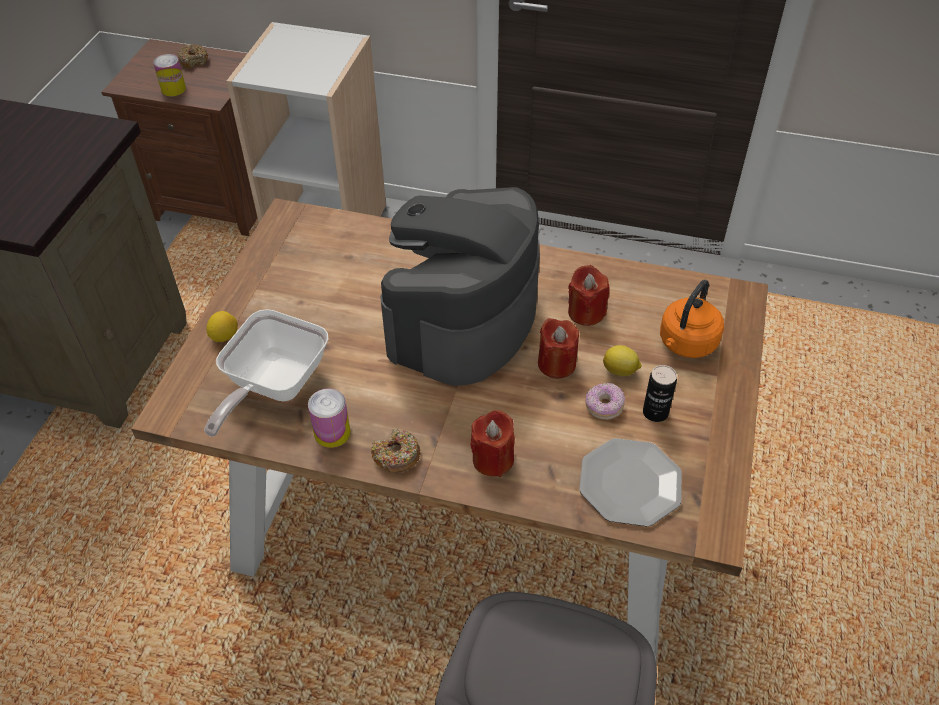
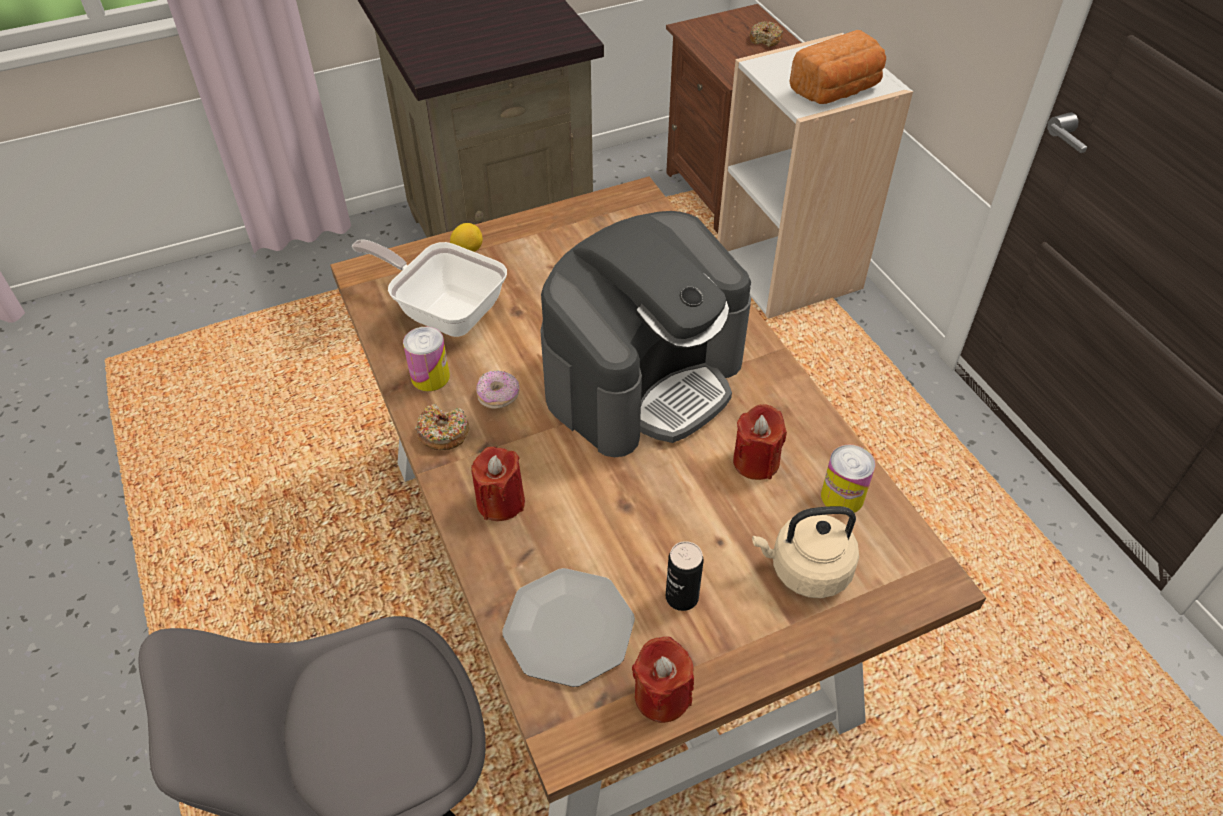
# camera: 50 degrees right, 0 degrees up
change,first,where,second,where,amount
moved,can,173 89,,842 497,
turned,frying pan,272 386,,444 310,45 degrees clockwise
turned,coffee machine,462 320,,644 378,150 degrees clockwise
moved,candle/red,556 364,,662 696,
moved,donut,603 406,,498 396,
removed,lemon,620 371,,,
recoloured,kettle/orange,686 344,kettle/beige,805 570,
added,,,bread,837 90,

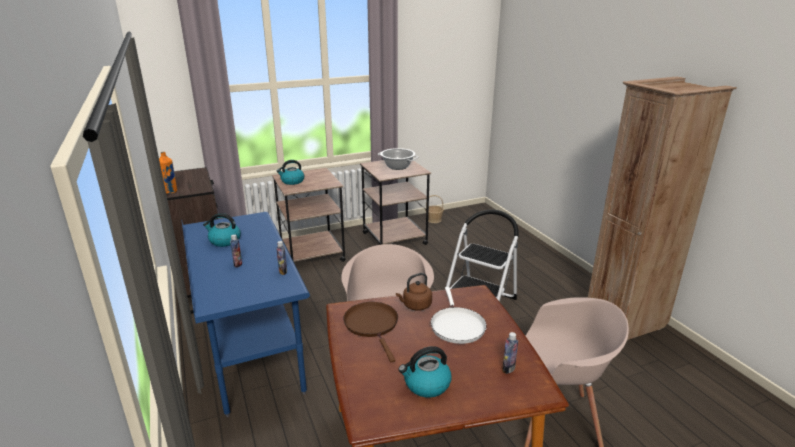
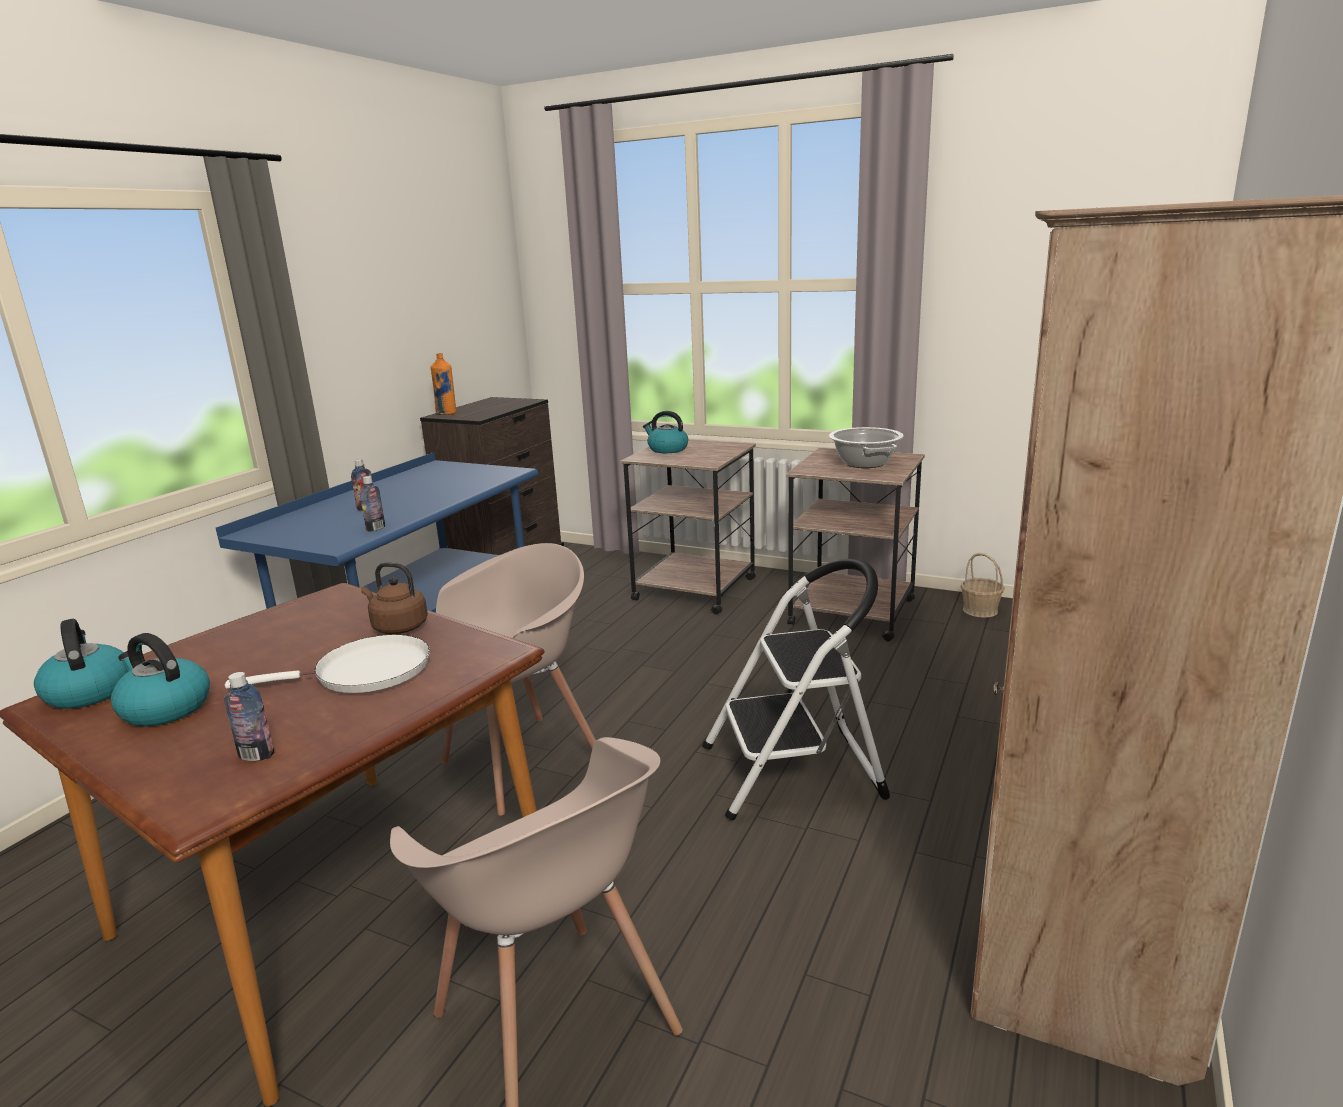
# camera: 50 degrees right, 5 degrees down
change,first,where,second,where,amount
moved,kettle,224 241,,89 692,
removed,frying pan/brown,372 325,,,
turned,frying pan/white,456 326,,365 672,150 degrees counterclockwise

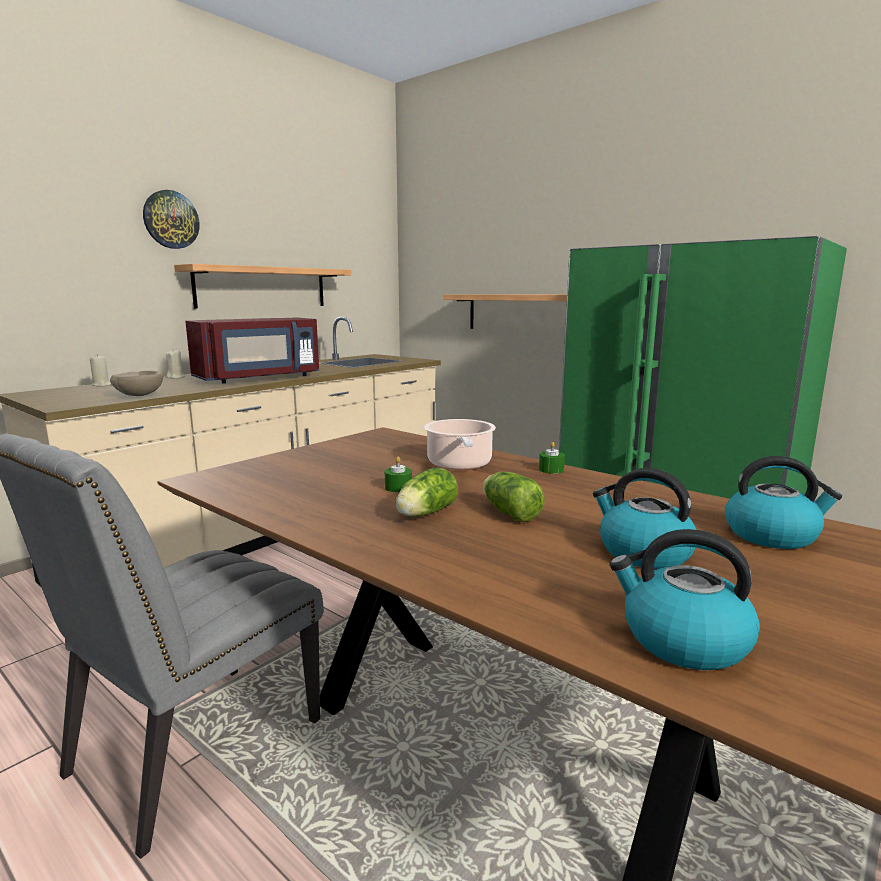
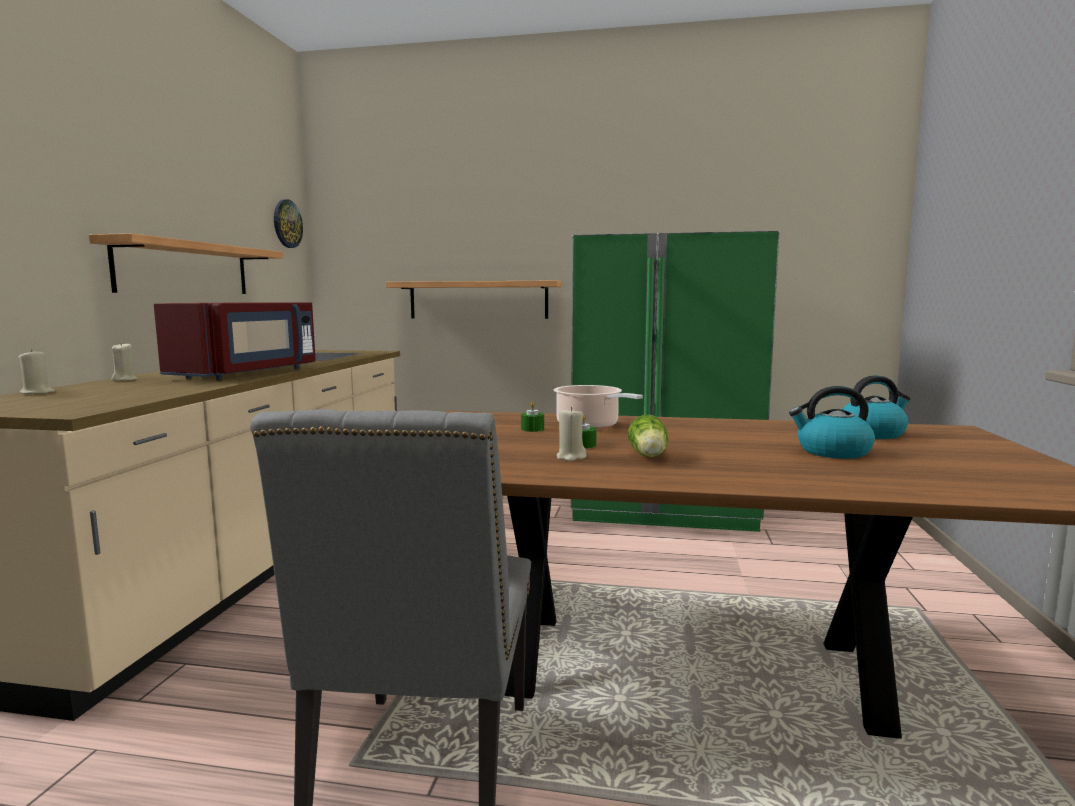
# camera: 30 degrees left, 5 degrees down
change,first,where,second,where,amount
removed,bowl/beige,139 395,,,
moved,wall clock,171 219,,287 224,
removed,lettuce,509 512,,,
moved,candle/green,551 470,,532 429,
removed,kettle,682 640,,,
added,,,candle/beige,571 457,

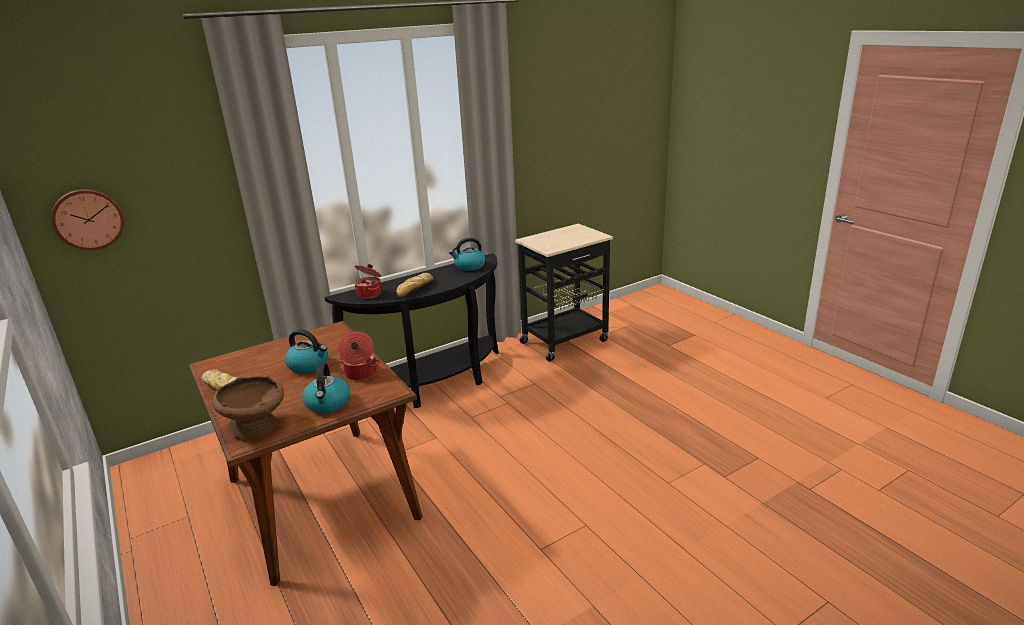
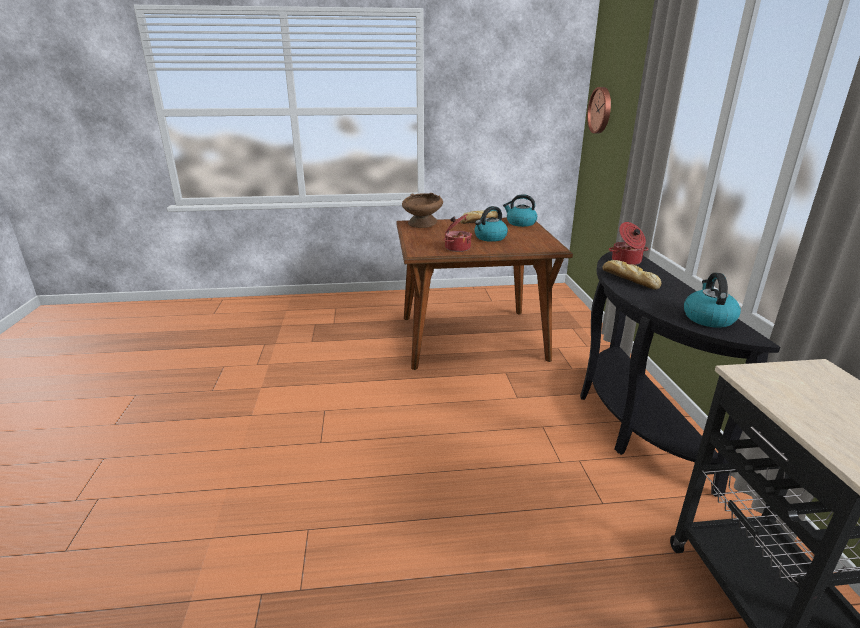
# camera: 115 degrees right, 0 degrees up
change,first,where,second,where,amount
moved,kettle,328 404,,520 223,

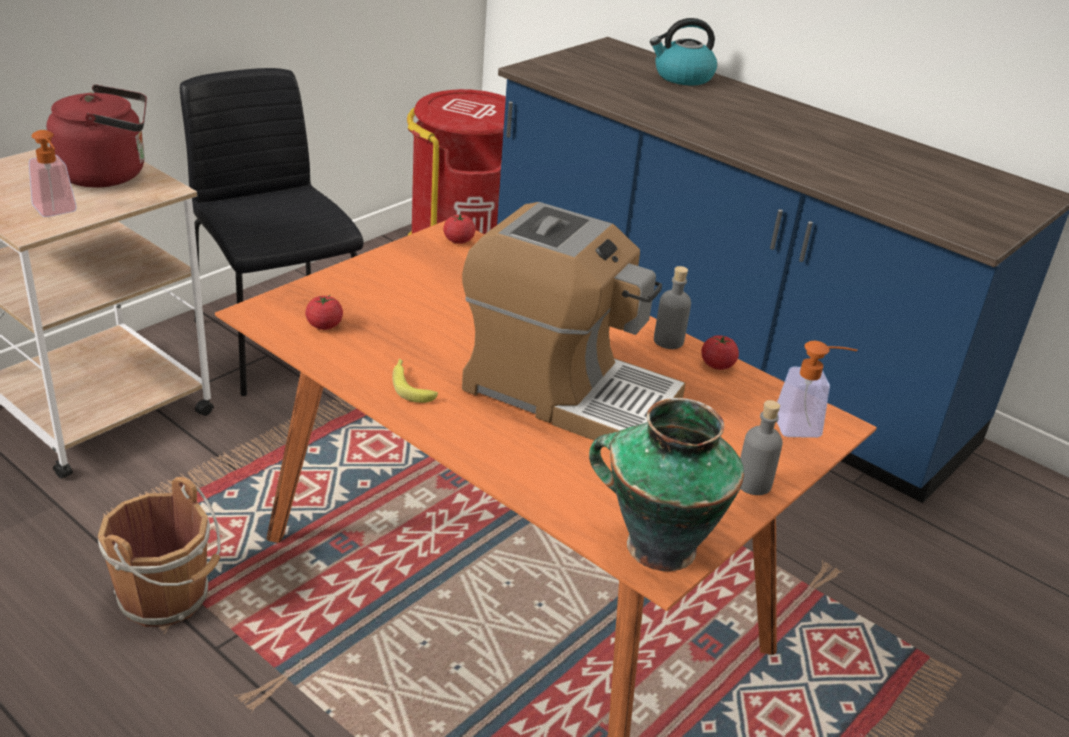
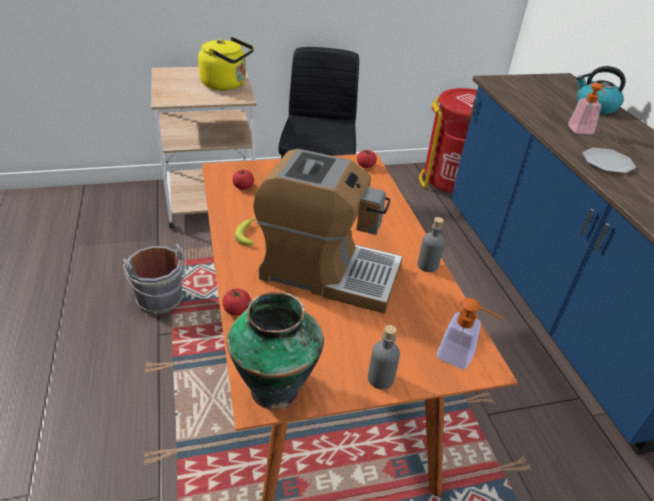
# camera: 35 degrees right, 5 degrees up
change,first,where,second,where,amount
moved,soap dispenser,57 212,,582 132,
recoloured,kettle/red,108 174,kettle/yellow,226 85,
recoloured,bucket/brown,167 597,bucket/grey,161 301,
turned,coffee machine,567 394,,327 272,45 degrees counterclockwise
moved,tomato,717 365,,237 310,
added,,,plate,606 162,

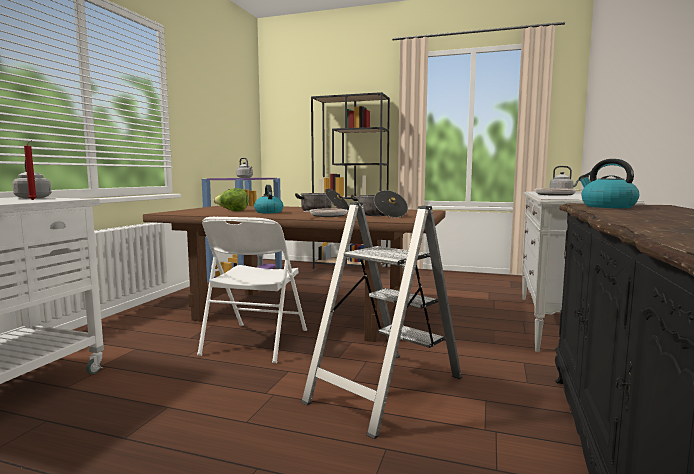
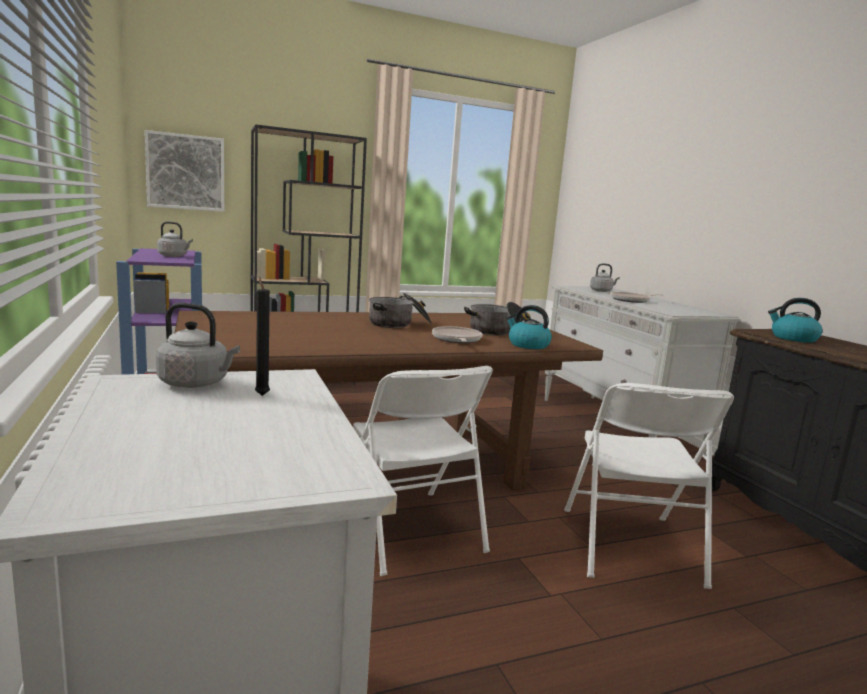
# camera: 40 degrees left, 5 degrees up
change,first,where,second,where,amount
recoloured,candle/red,34 200,candle/black,261 395,
removed,lettuce,232 211,,,
moved,kettle,268 212,,527 345,
replaced,step ladder/grey,384 389,chair/white,629 545,
added,,,picture,186 172,

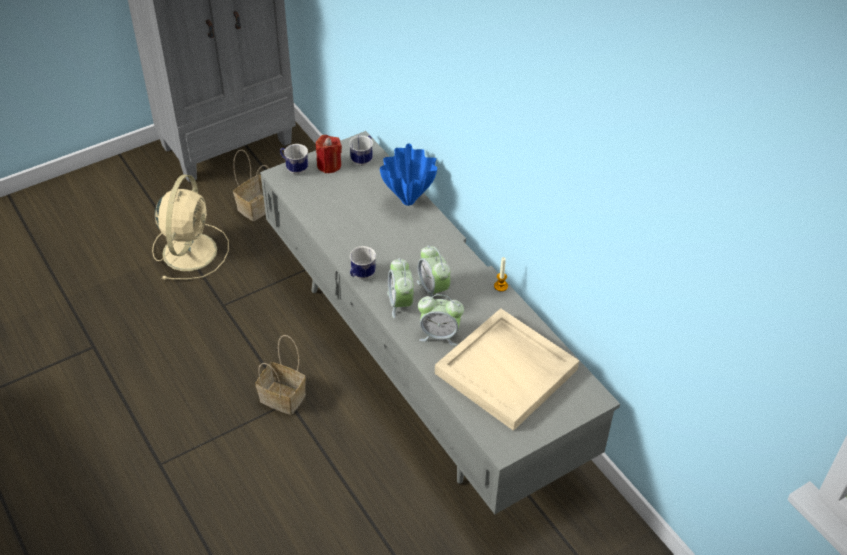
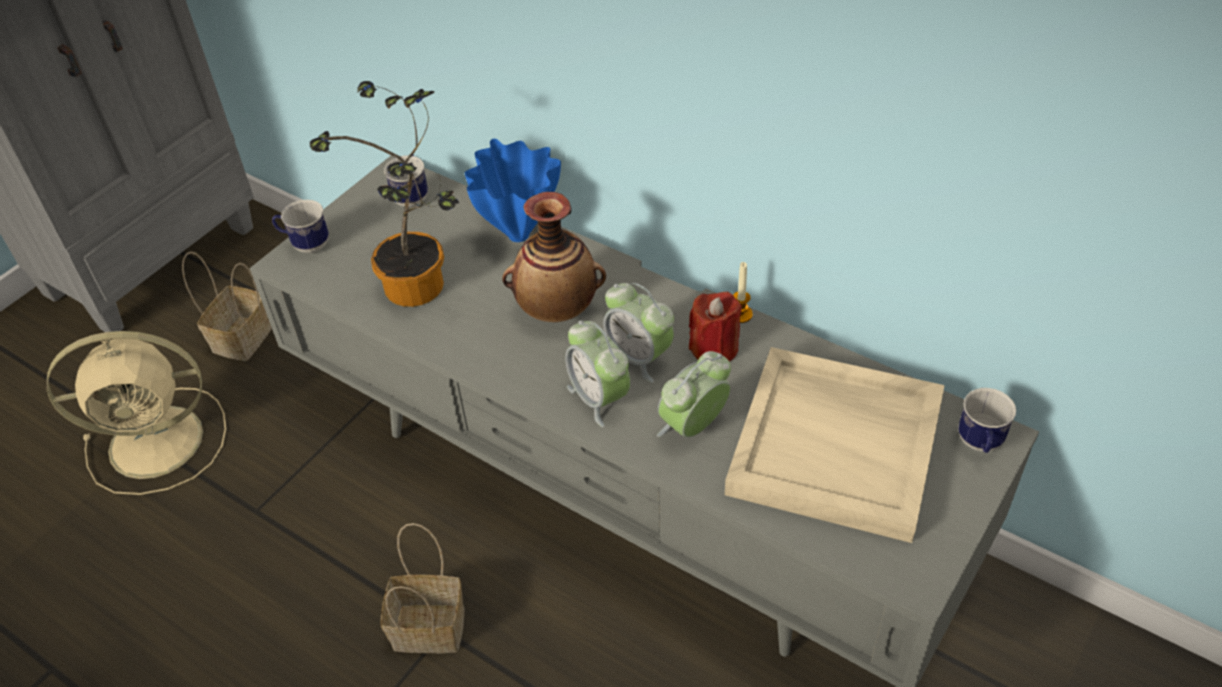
# camera: 20 degrees left, 0 degrees up
change,first,where,second,where,amount
turned,fan/beige,190 250,,161 441,90 degrees clockwise
moved,candle/red,329 165,,714 348,
moved,mug,361 276,,979 445,
turned,alarm clock,439 335,,693 427,150 degrees clockwise
added,,,potted plant,420 291,
added,,,vase,557 309,

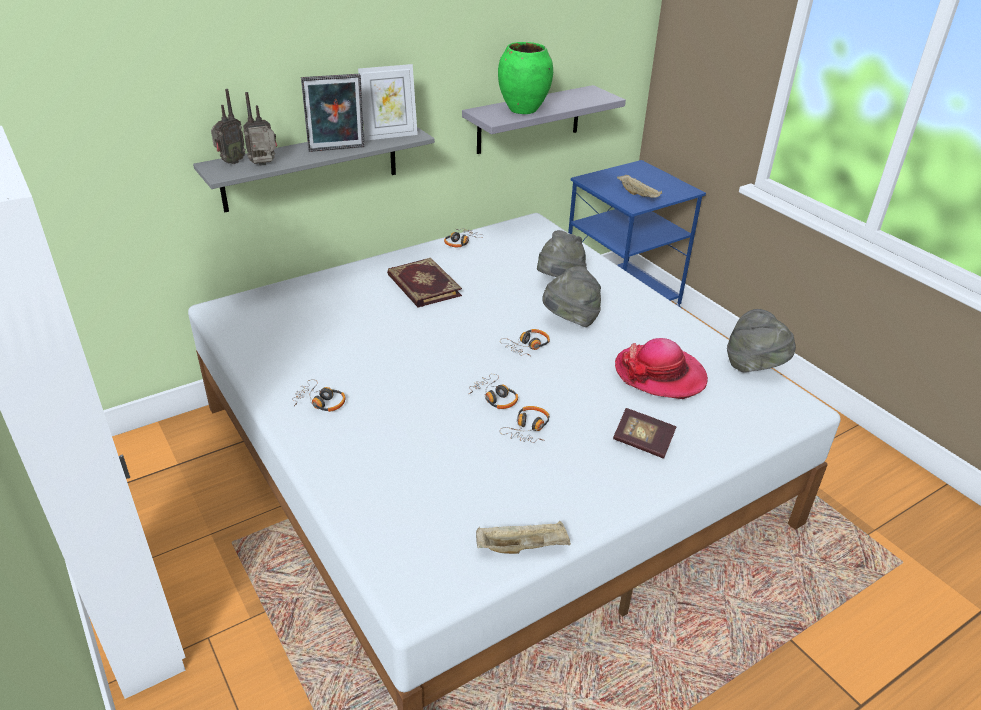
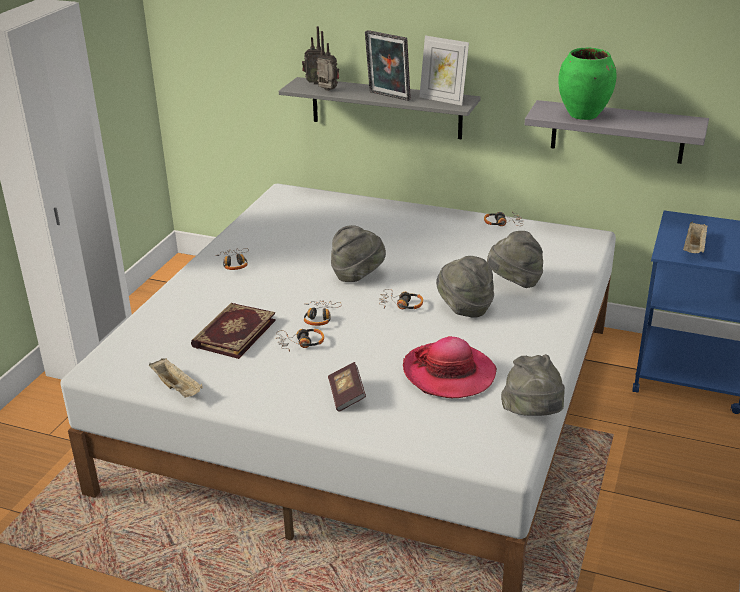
# camera: 55 degrees right, 5 degrees down
change,first,where,second,where,amount
moved,book,423 286,,233 333,
added,,,hat/grey,357 275,

